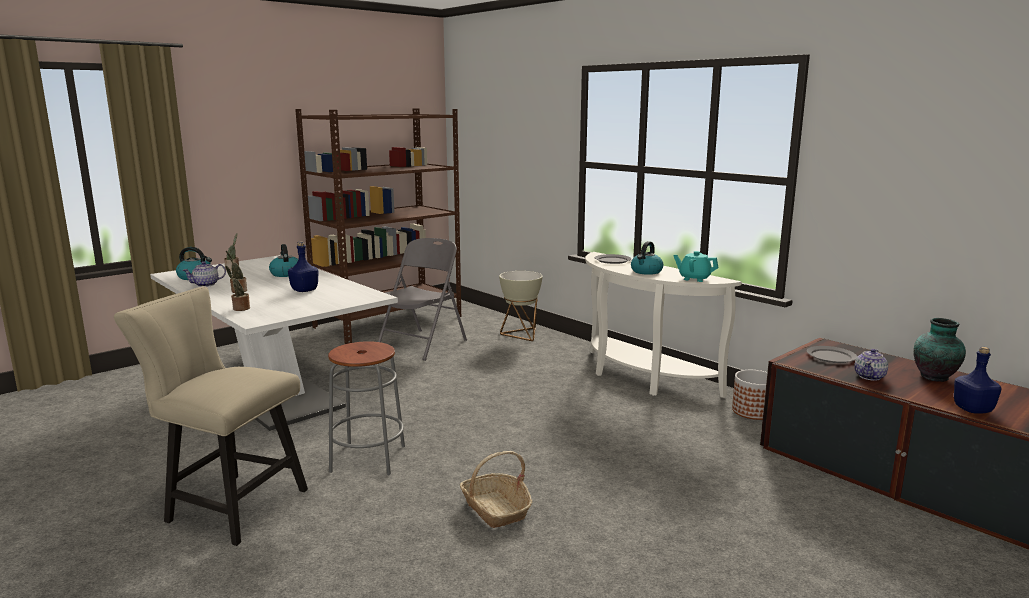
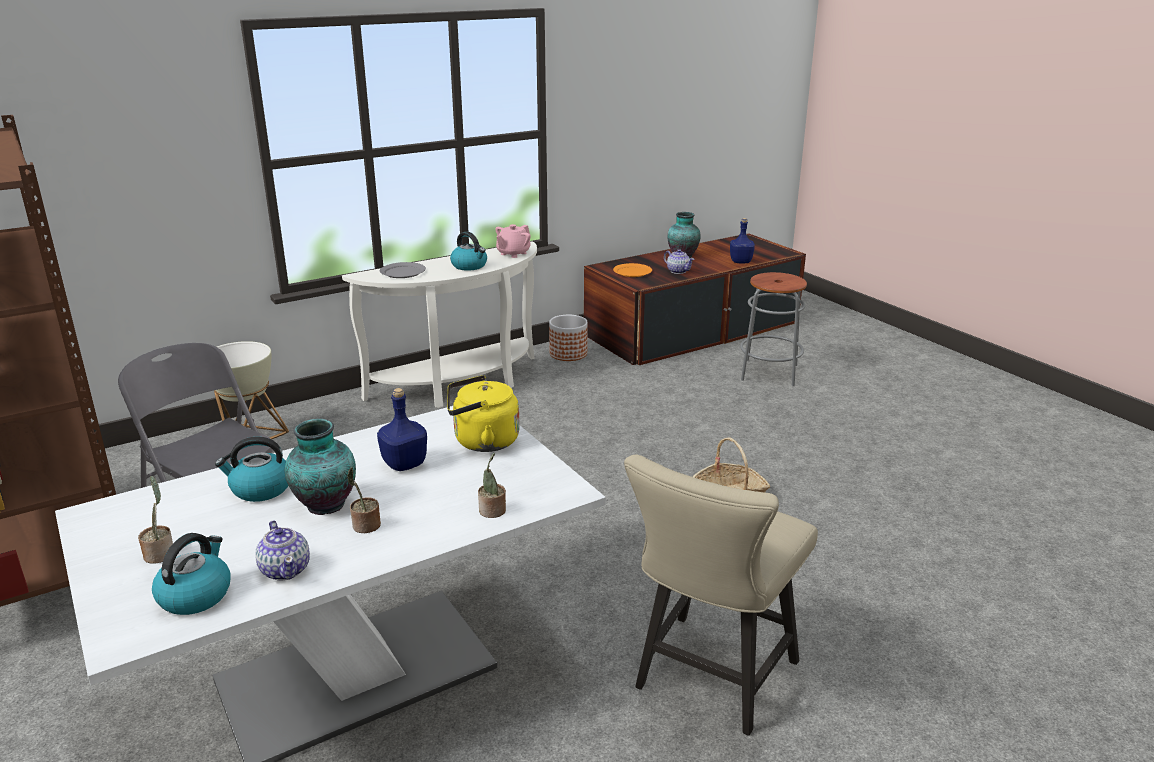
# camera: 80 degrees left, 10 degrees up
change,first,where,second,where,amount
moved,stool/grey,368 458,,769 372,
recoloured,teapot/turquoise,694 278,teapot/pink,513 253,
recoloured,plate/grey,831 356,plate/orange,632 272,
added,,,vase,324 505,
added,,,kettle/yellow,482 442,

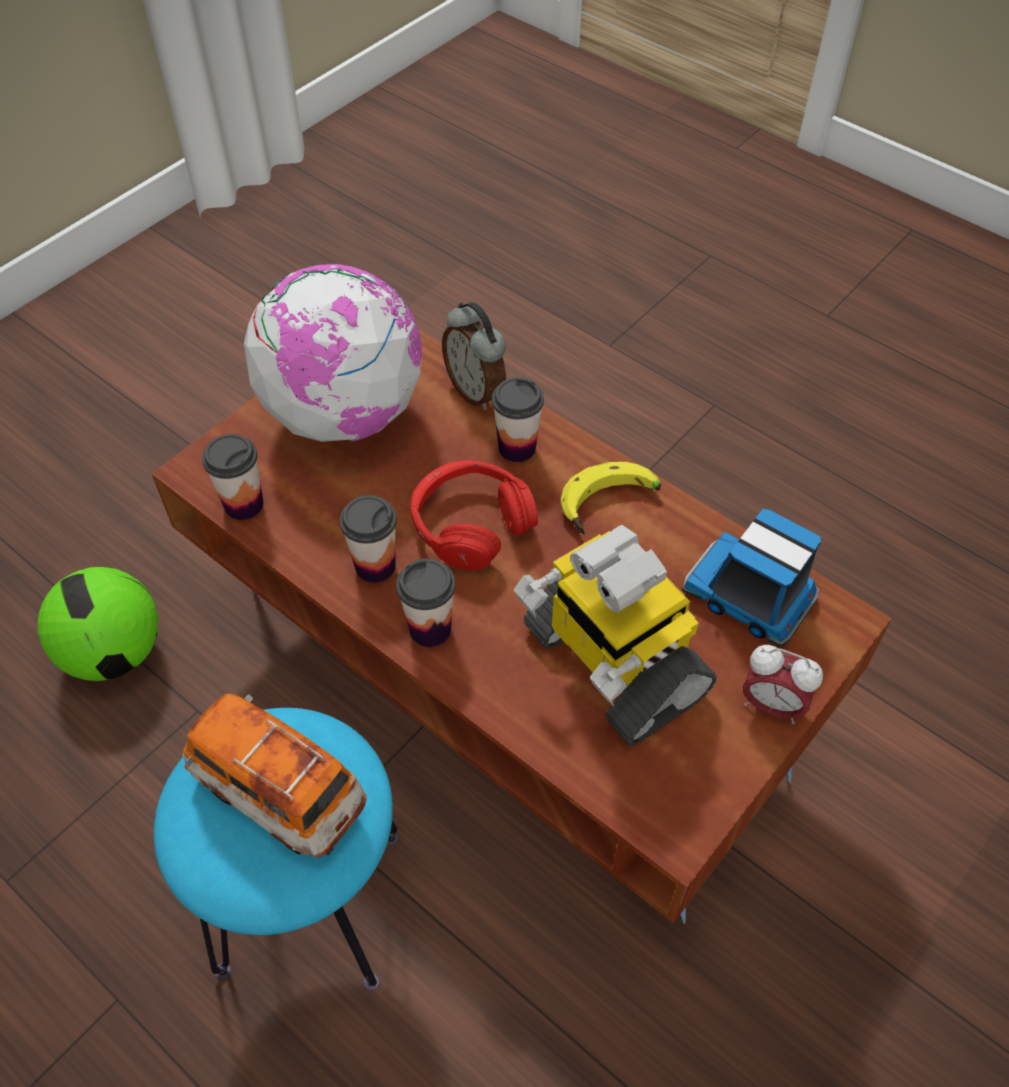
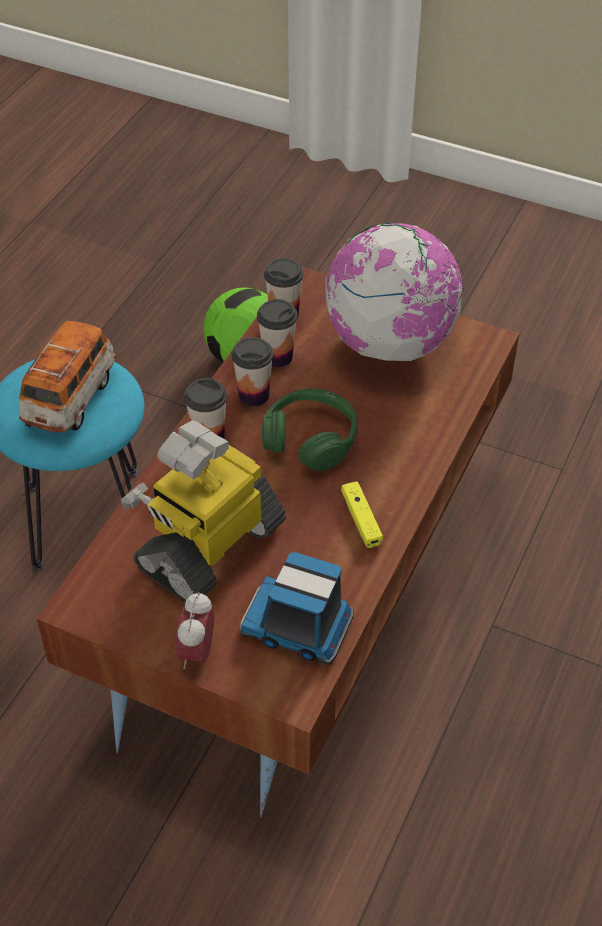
# camera: 75 degrees right, 5 degrees down
change,first,where,second,where,amount
recoloured,headphones/red,471 524,headphones/green,310 439,
removed,alarm clock,476 391,,,
moved,cup,517 448,,277 357,
replaced,banana,610 505,game controller/yellow,361 520,
turned,toy truck,751 597,,299 627,90 degrees counterclockwise

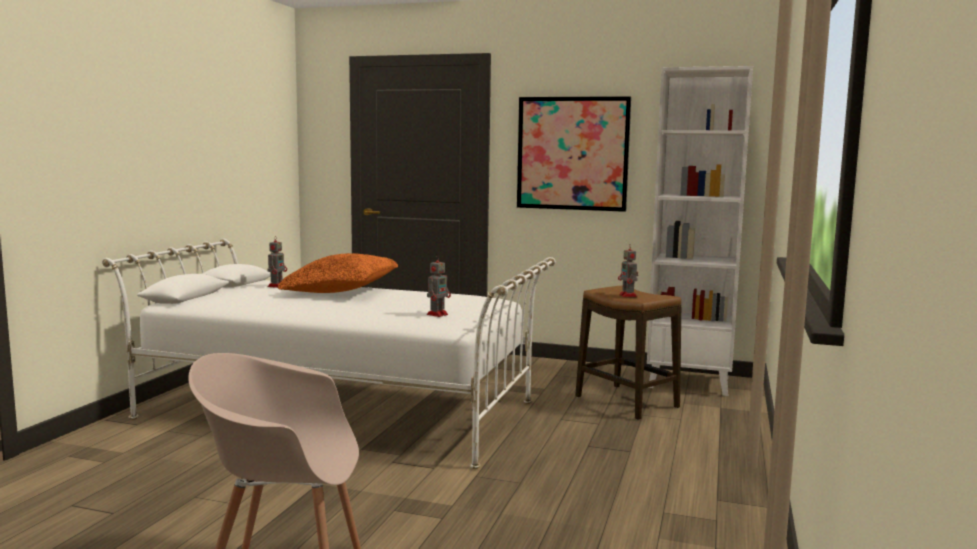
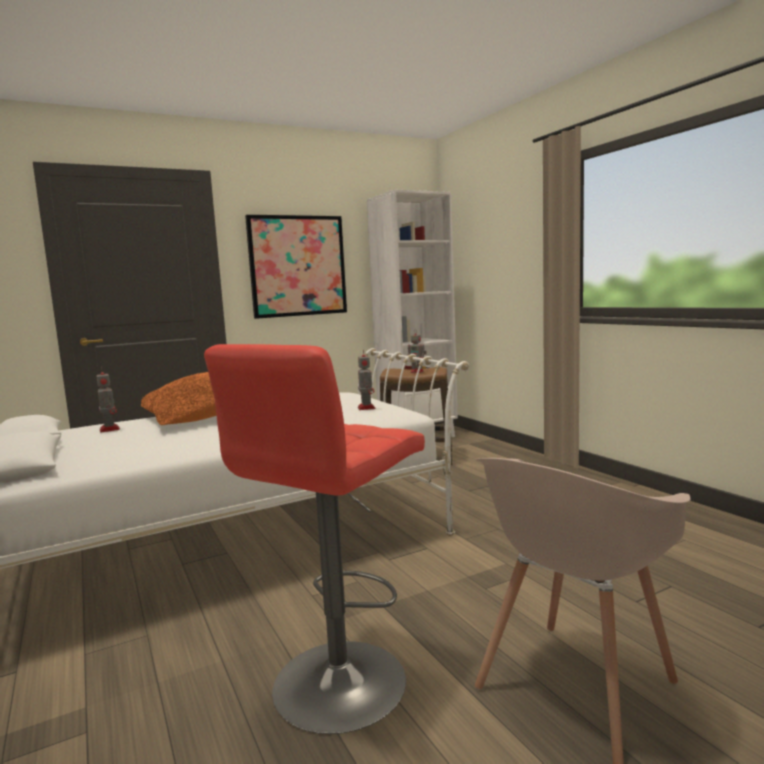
# camera: 45 degrees left, 0 degrees up
change,first,where,second,where,amount
added,,,stool/red,337 684,

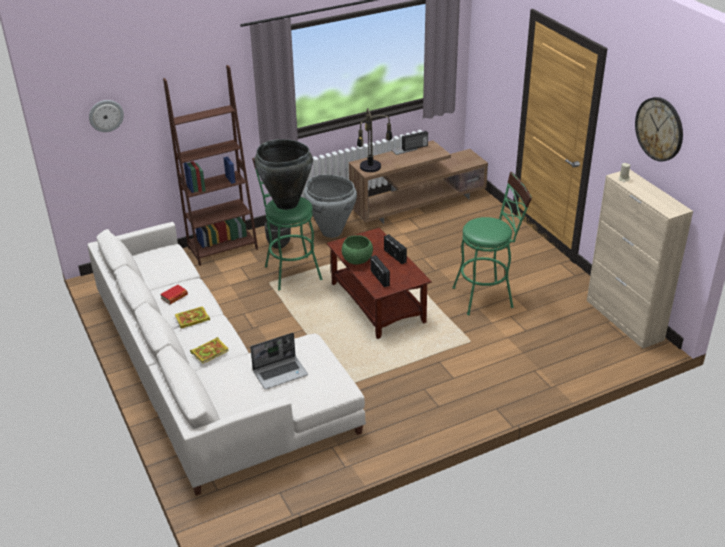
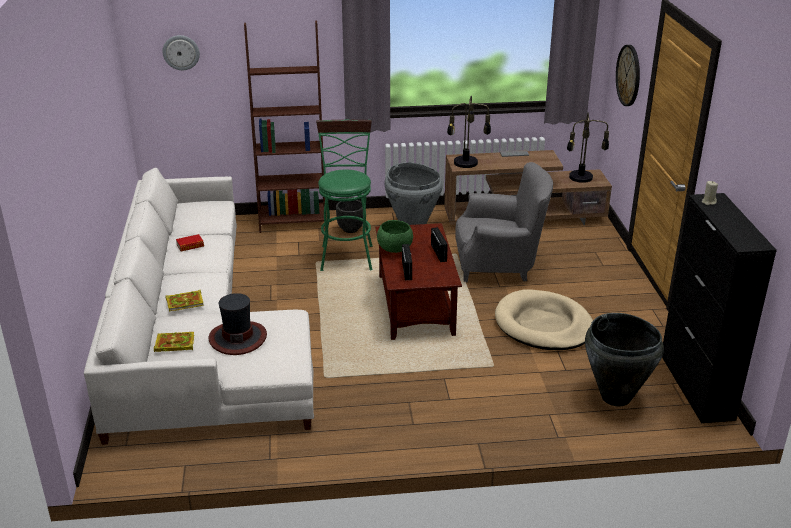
# camera: 20 degrees right, 5 degrees down
change,first,where,second,where,amount
moved,book,191 319,,173 344,
replaced,laptop,280 373,hat,238 338,
moved,vase/black,286 203,,615 397,
removed,radio,415 147,,,
replaced,stool/green,487 296,dog bed/beige,543 325,
recoloured,cabinet/beige,624 320,cabinet/black,696 386,
moved,wall clock,659 129,,629 75,
added,,,armchair/grey,499 265,
added,,,table lamp,581 177,

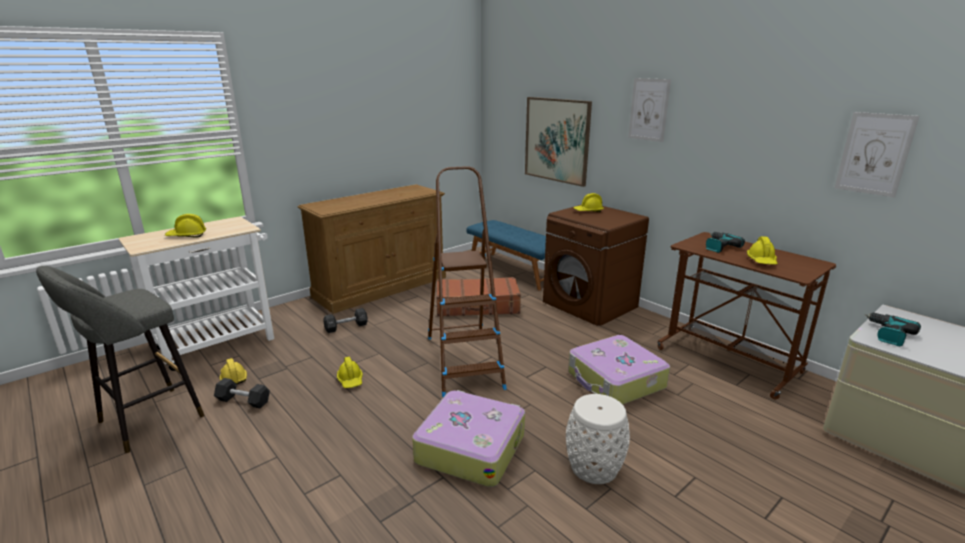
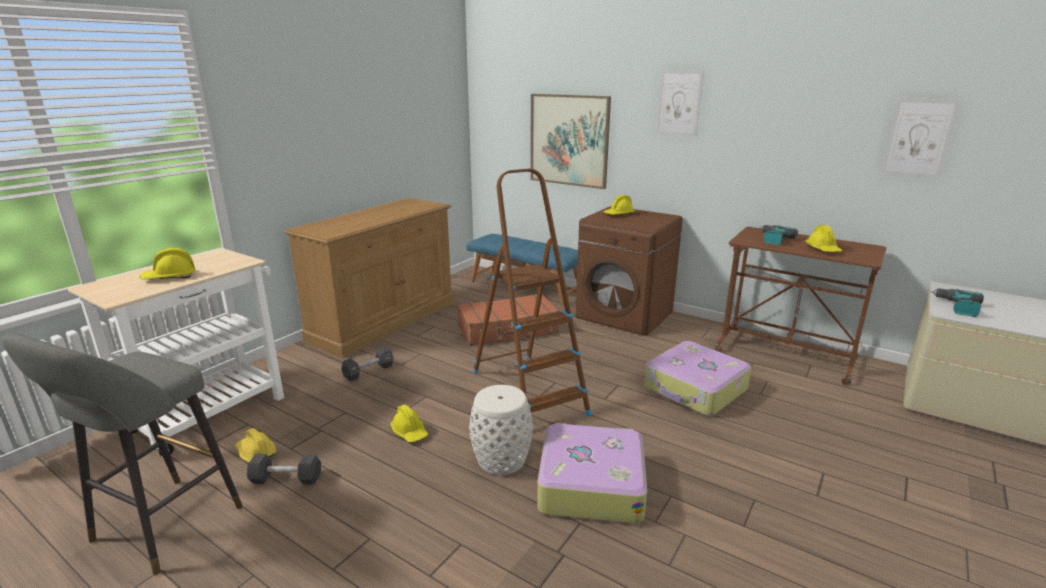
# camera: 15 degrees left, 0 degrees up
change,first,where,second,where,amount
moved,stool/white,593 468,,501 460,

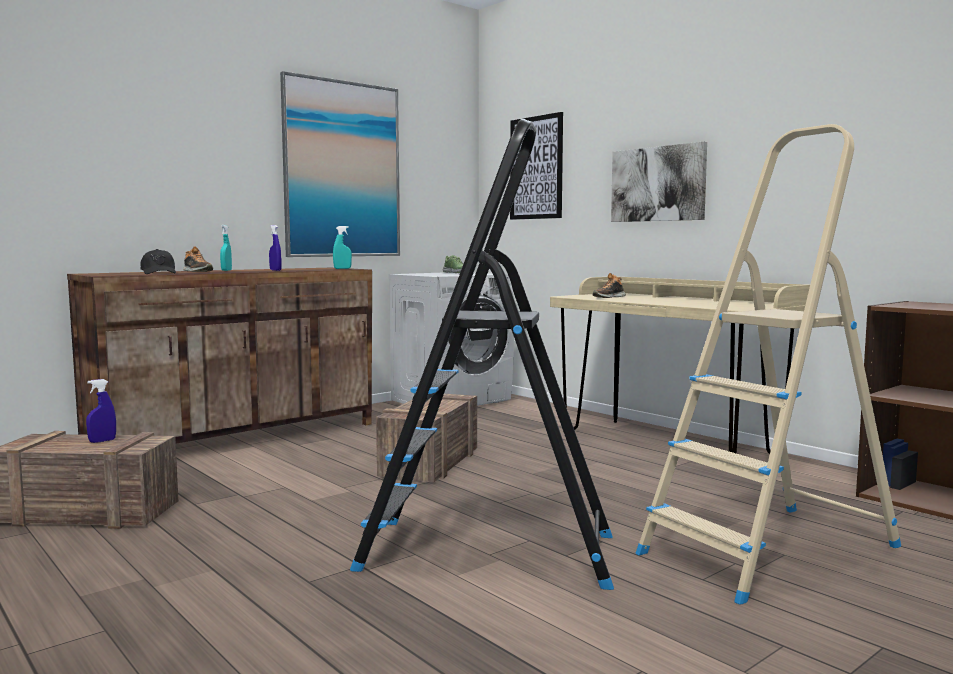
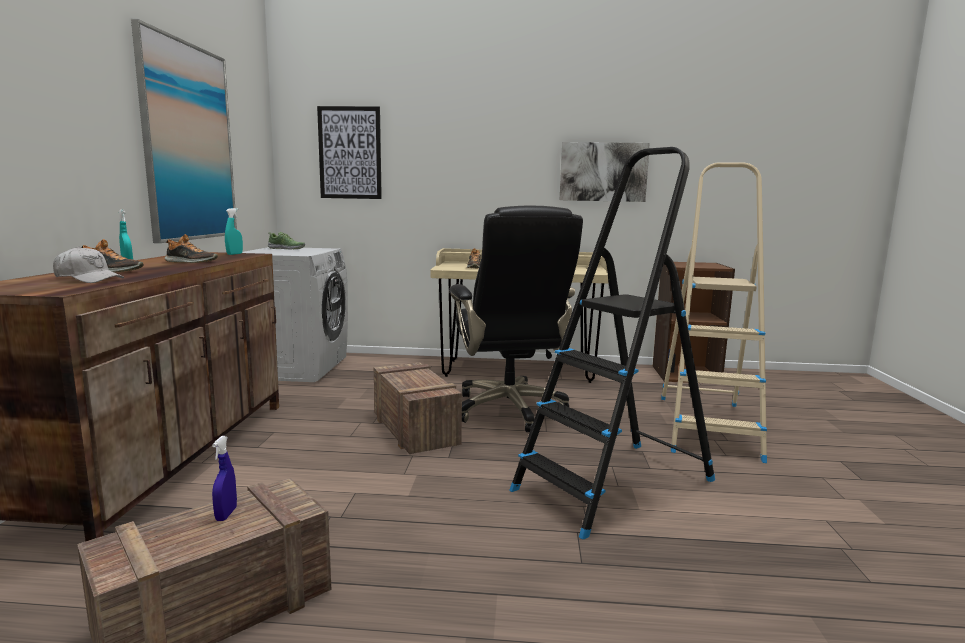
# camera: 45 degrees left, 5 degrees up
change,first,where,second,where,amount
recoloured,cap/black,159 273,cap/white,89 279,
replaced,spray bottle/blue,275 270,shoe,190 262,
moved,picture,658 184,,603 172,
added,,,office chair/black,508 412,

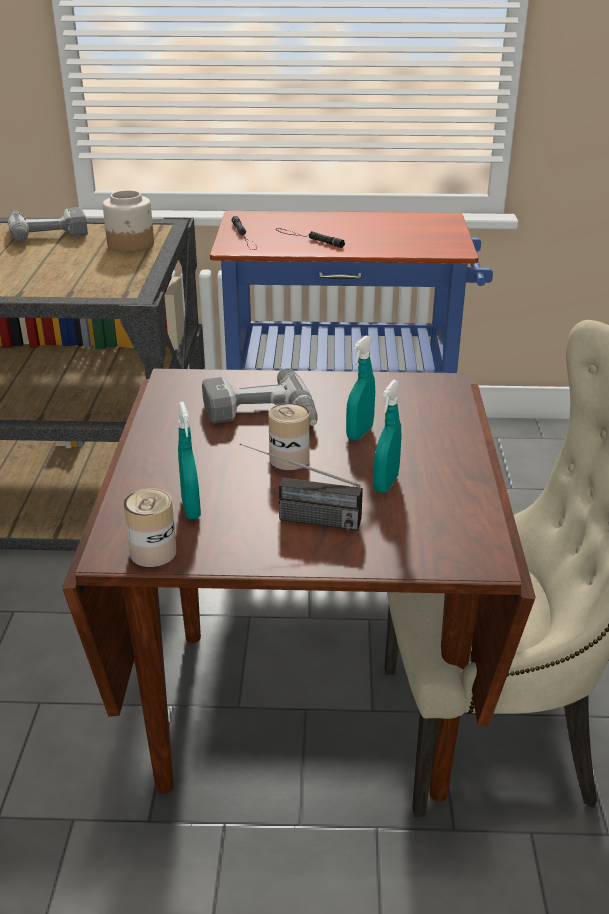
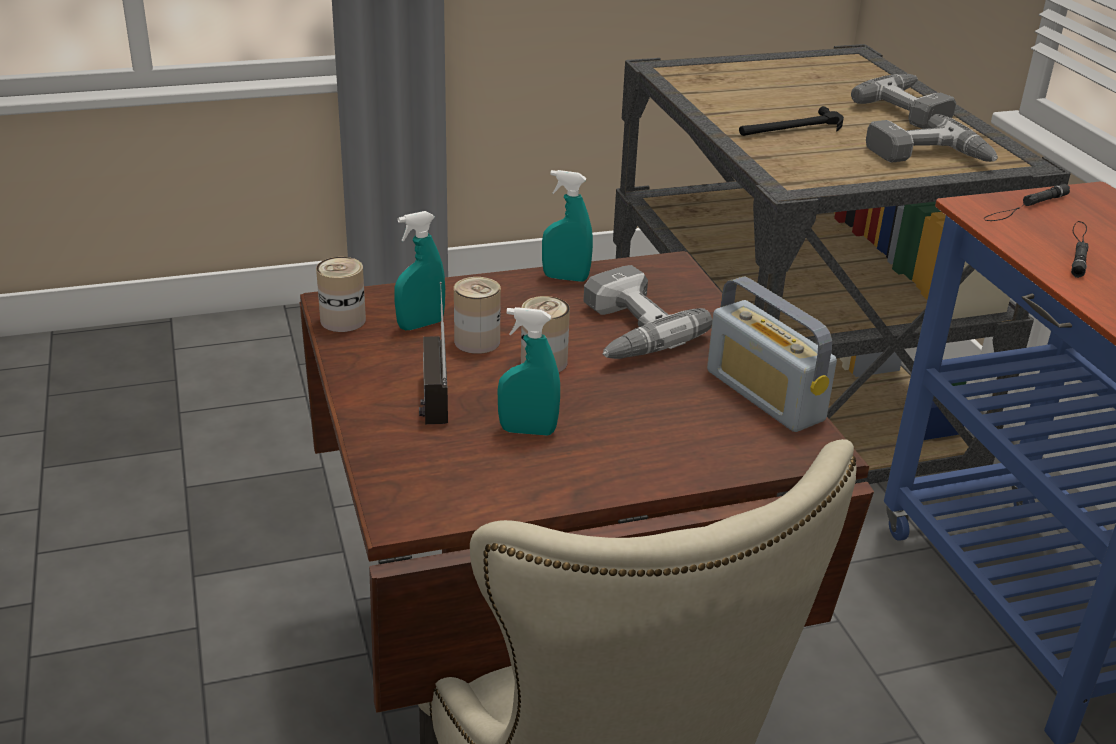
# camera: 70 degrees right, 0 degrees up
change,first,where,second,where,amount
replaced,jar,131 245,power drill,929 157,
moved,spray bottle/turquoise,359 433,,565 278,
added,,,can,477 341,
added,,,radio,764 395,
added,,,hammer,791 128,

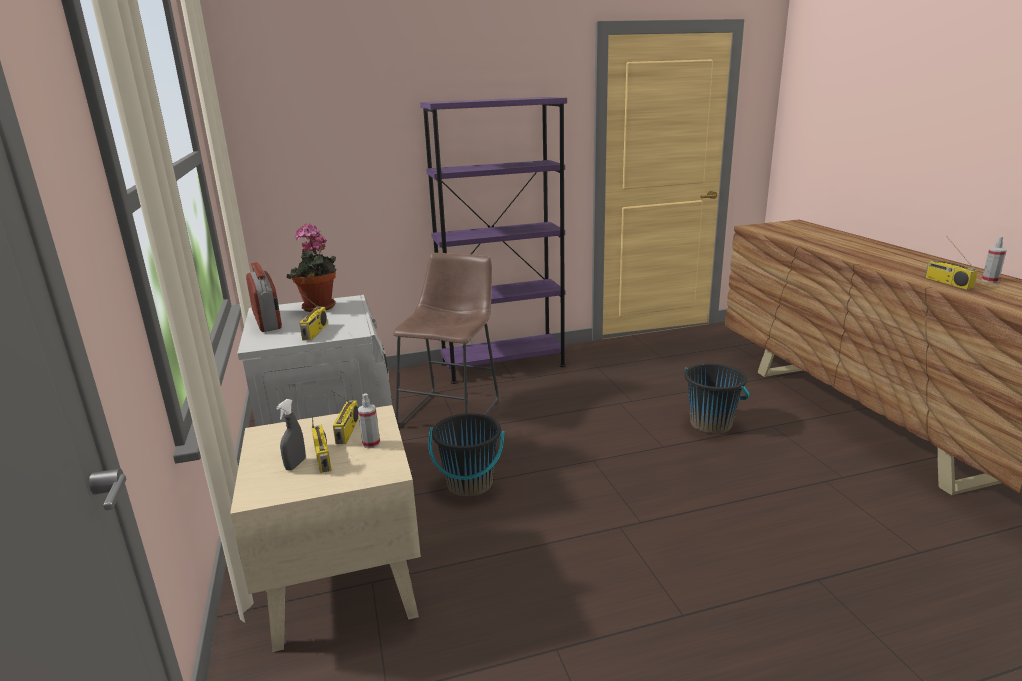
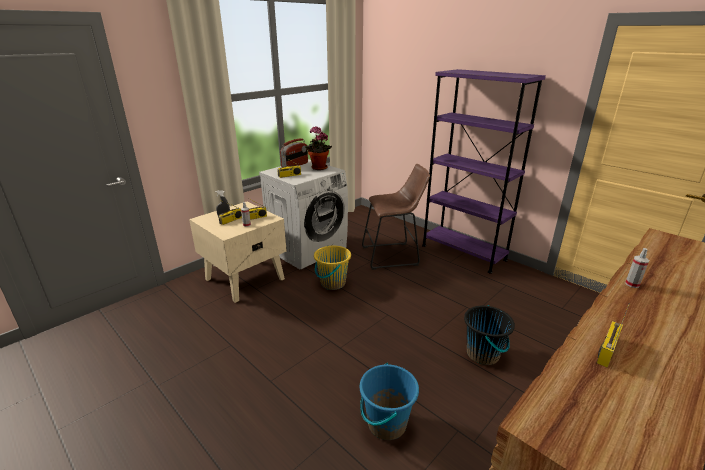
# camera: 60 degrees right, 5 degrees up
change,first,where,second,where,amount
recoloured,bucket/black,469 484,bucket/yellow,332 283,
moved,spray bottle,990 280,,632 284,
added,,,bucket/blue,386 423,

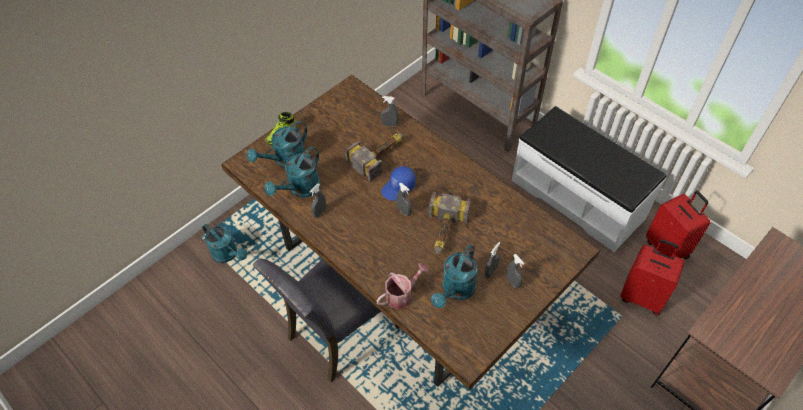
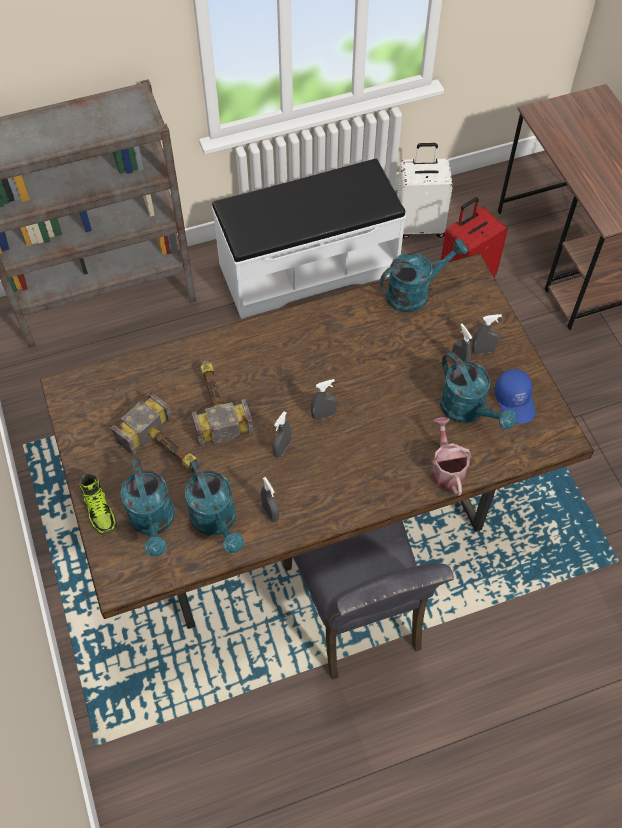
# camera: 65 degrees left, 5 degrees up
change,first,where,second,where,amount
moved,watering can/turquoise,228 255,,414 293,
moved,spray bottle/grey,389 124,,282 448,
moved,cap/blue,398 188,,515 401,
moved,hammer,444 232,,167 449,
recoloured,suitcase/red,667 248,suitcase/white,419 226,

